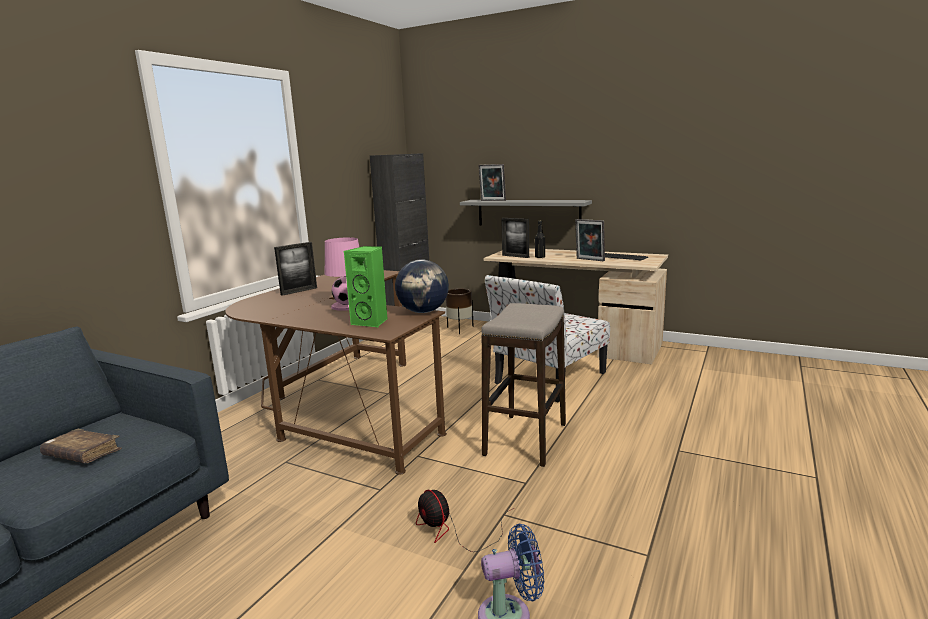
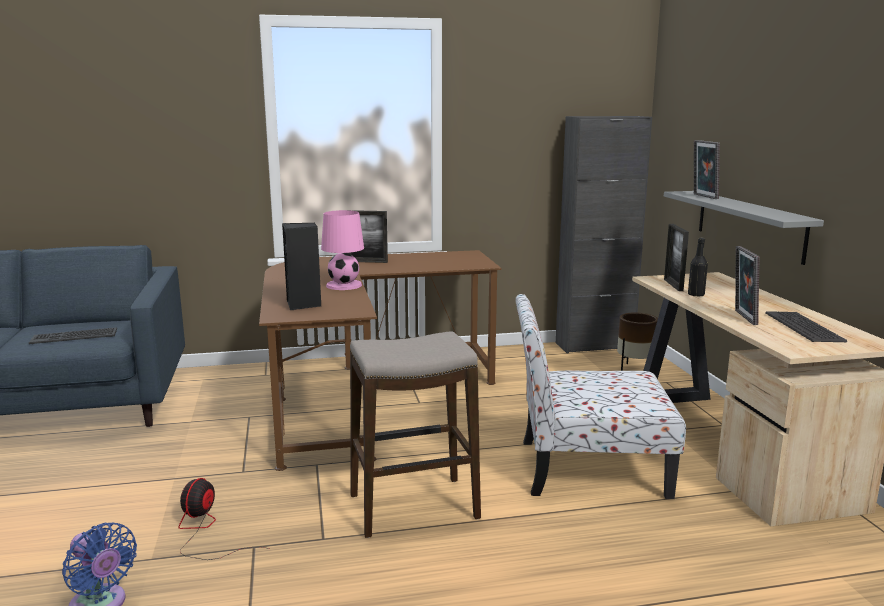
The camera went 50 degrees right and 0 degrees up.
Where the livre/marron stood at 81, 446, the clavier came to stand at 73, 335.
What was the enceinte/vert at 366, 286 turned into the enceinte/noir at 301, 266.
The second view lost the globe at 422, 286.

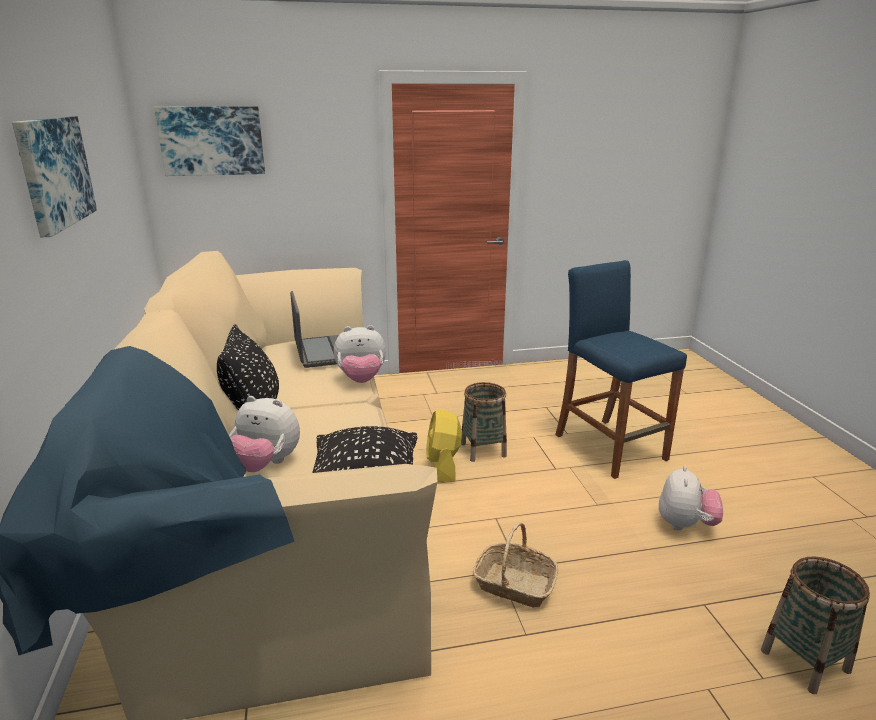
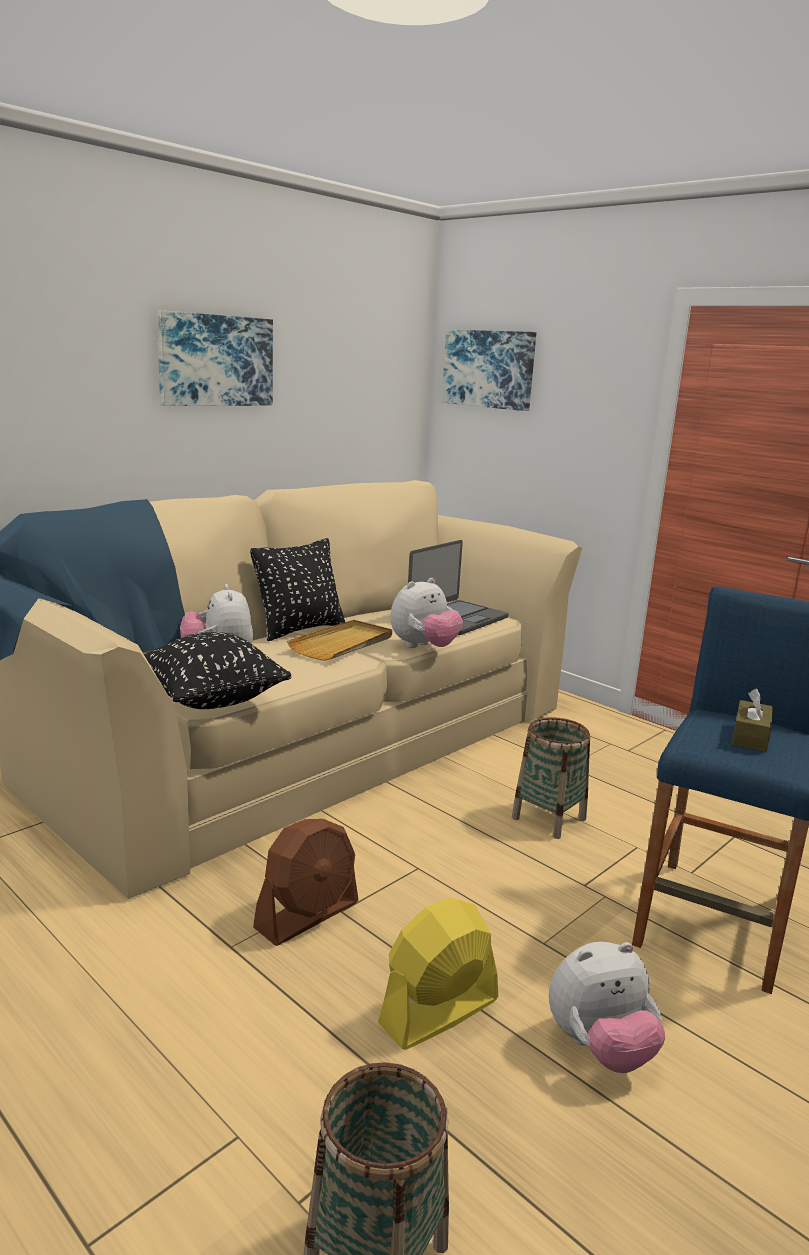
The camera went 55 degrees right and 5 degrees down.
Where the panier stood at 515, 564, the ventilateur/marron came to stand at 305, 882.
The second view gained the plateau/beige at 339, 640.
The ventilateur/jaune ended up elsewhere, having gone from 444, 445 to 438, 974.
The peluche at 360, 354 ended up facing another way, 90 degrees counterclockwise from before.
The second view gained the boîte à mouchoirs/marron at 752, 720.

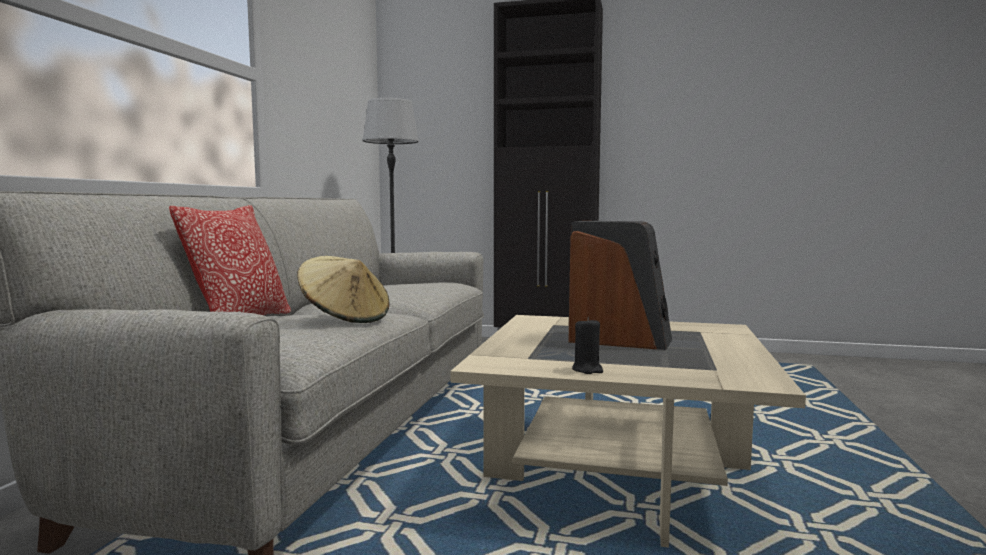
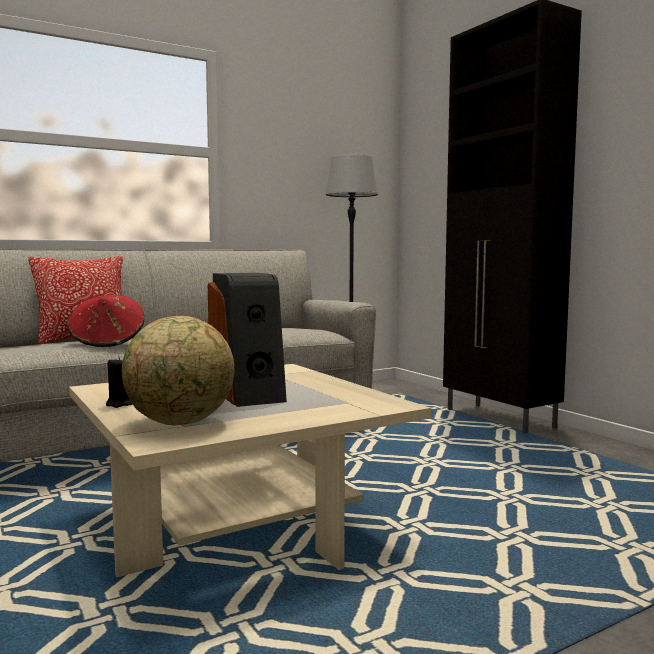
The camera went 45 degrees right and 0 degrees up.
What was the chapeau/beige at 343, 289 turned into the chapeau/rouge at 105, 321.
The second view gained the globe at 178, 370.

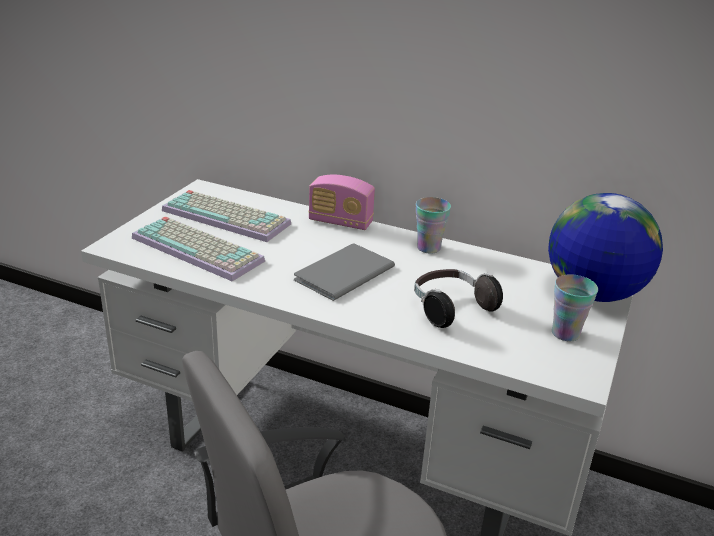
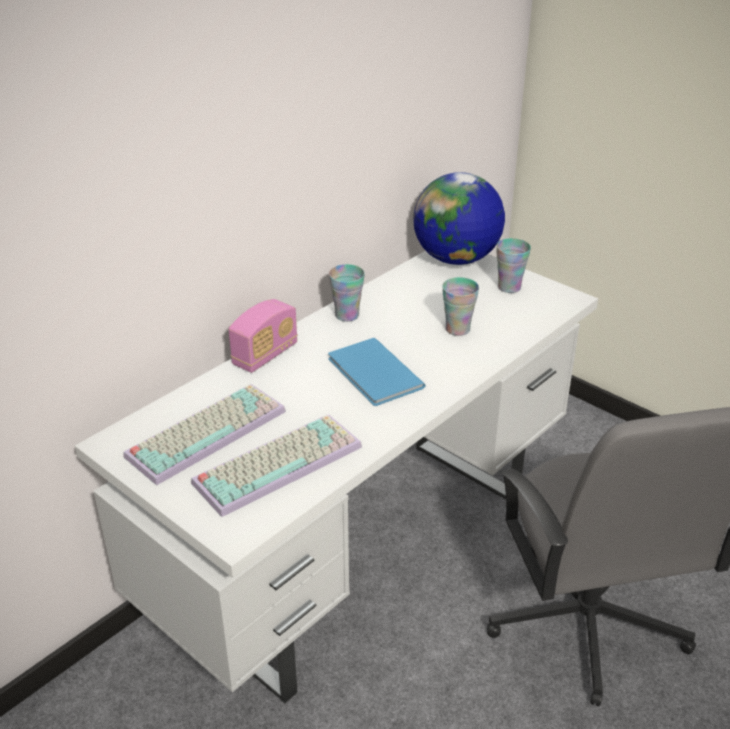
The camera went 70 degrees left and 5 degrees up.
What was the livre/gris at 344, 272 turned into the livre/bleu at 376, 372.
Where the casque audio stood at 458, 298, the tasse came to stand at 460, 306.

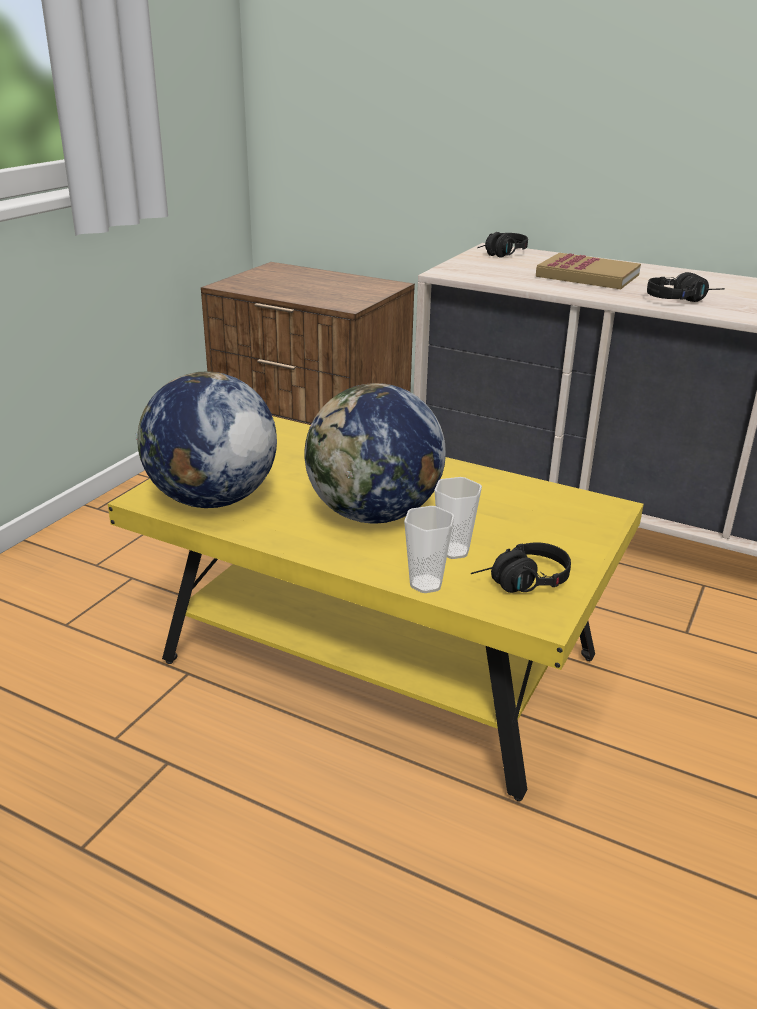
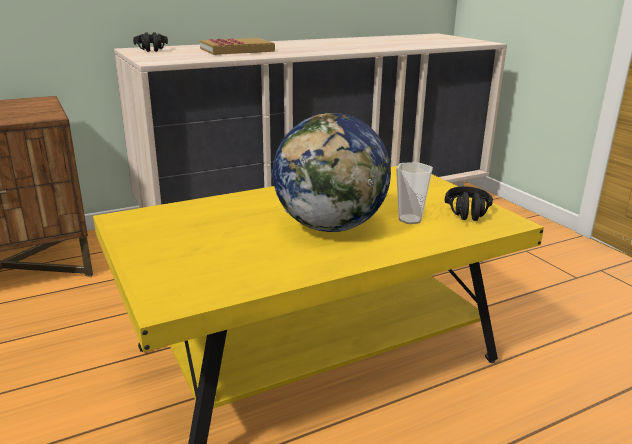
The camera went 55 degrees left and 5 degrees down.
The second view lost the globe at 206, 439.
The second view lost the tasse at 429, 549.
The second view lost the casque audio/noir at 686, 287.

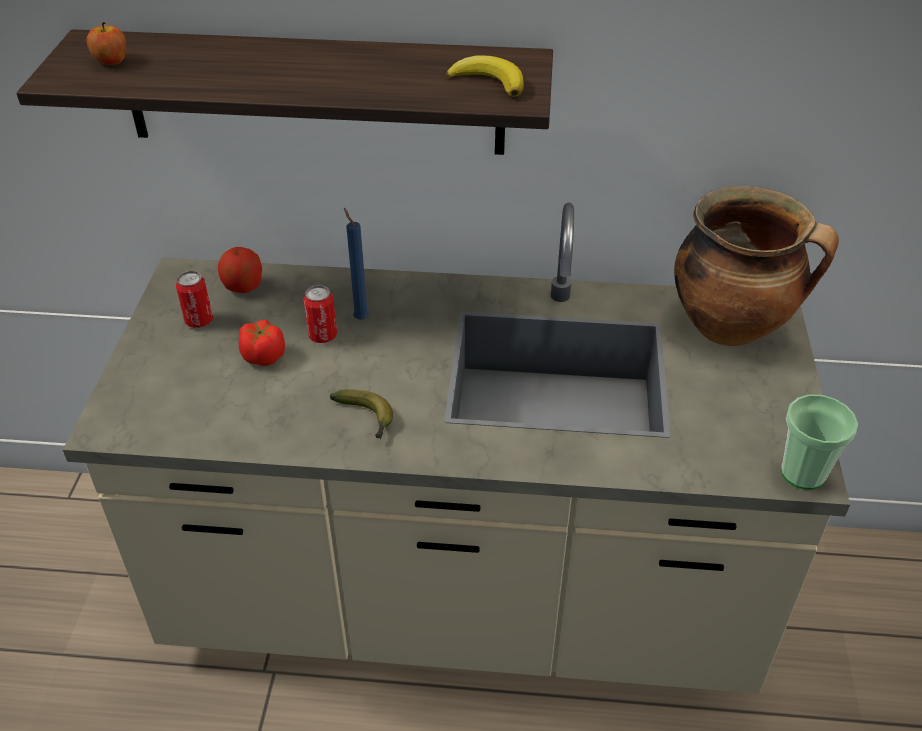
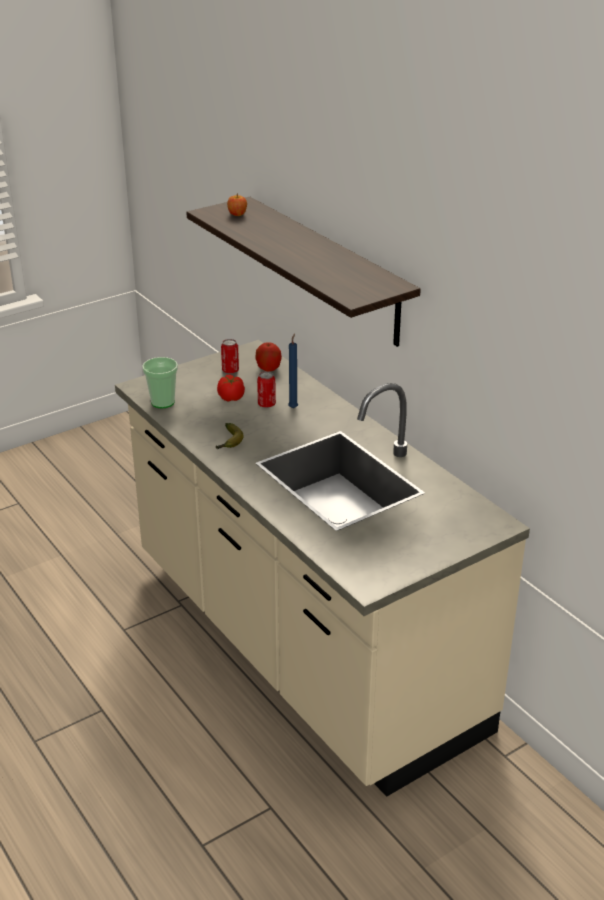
The camera went 50 degrees right and 10 degrees down.
The tasse ended up elsewhere, having gone from 819, 442 to 160, 383.
The second view lost the banane at 485, 76.
The second view lost the marmite at 756, 266.

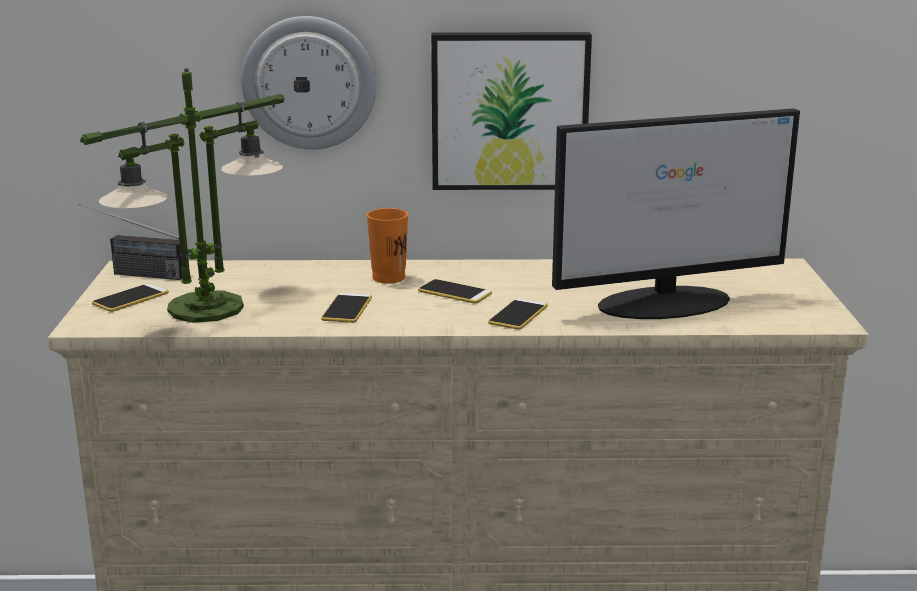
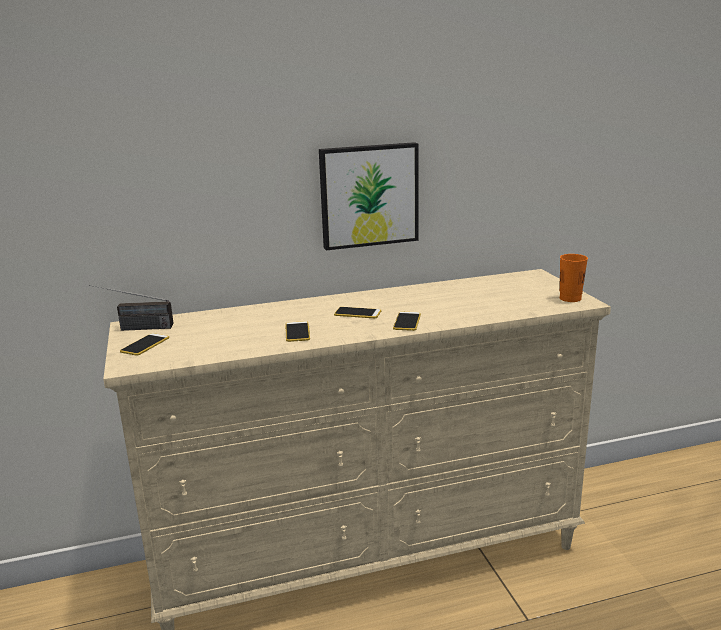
The camera went 15 degrees left and 0 degrees up.
The tasse/orange ended up elsewhere, having gone from 387, 246 to 574, 278.
The second view lost the lampe de table at 182, 195.
The second view lost the horloge murale at 308, 83.
The second view lost the écran d'ordinateur at 676, 214.

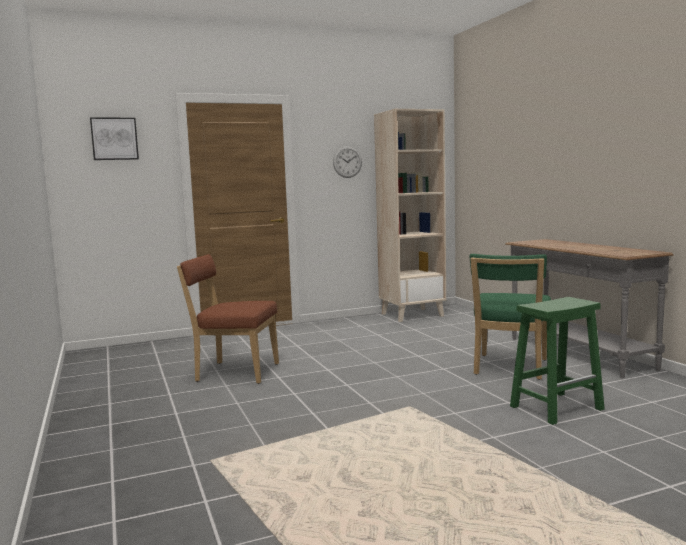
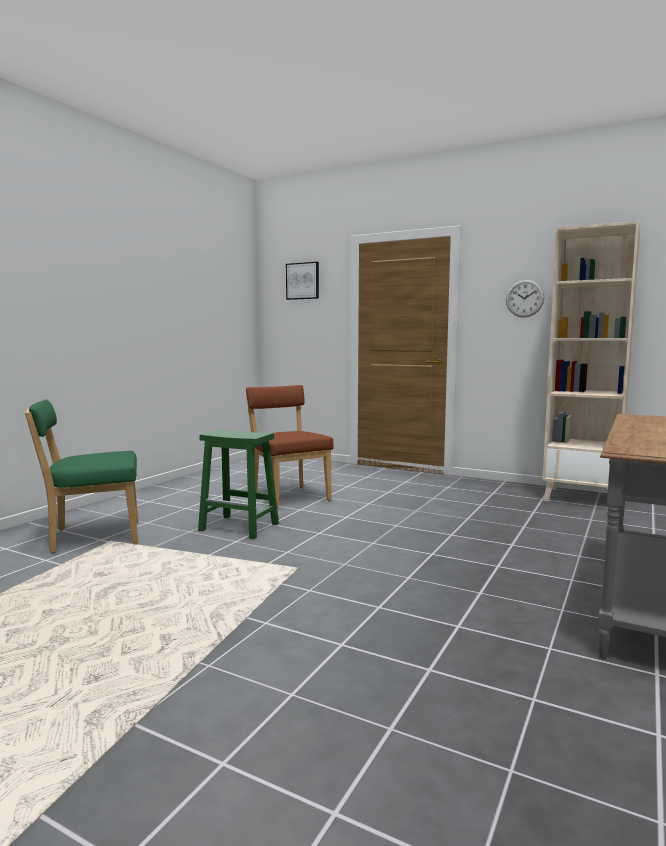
The camera went 50 degrees right and 0 degrees up.
The chaise/vert ended up elsewhere, having gone from 510, 317 to 81, 476.
The tabouret/vert ended up elsewhere, having gone from 557, 361 to 238, 484.

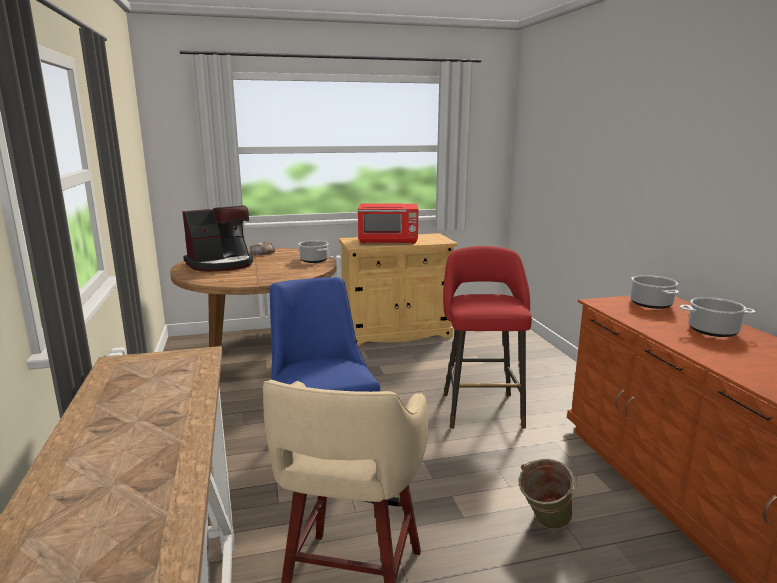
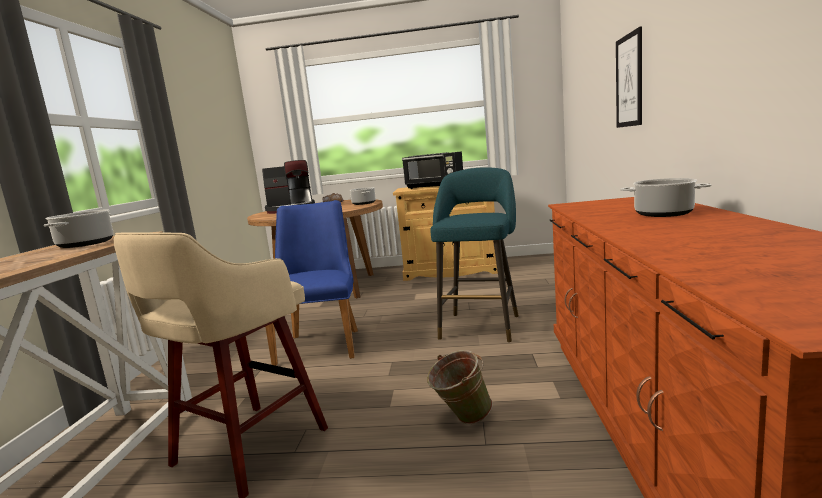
The camera went 20 degrees right and 5 degrees down.
The marmite ended up elsewhere, having gone from 655, 292 to 79, 228.
What was the micro-ondes/rouge at 388, 223 turned into the micro-ondes/noir at 432, 170.
What was the tabouret/rouge at 487, 337 turned into the tabouret/turquoise at 474, 254.
The second view gained the tableau at 629, 77.

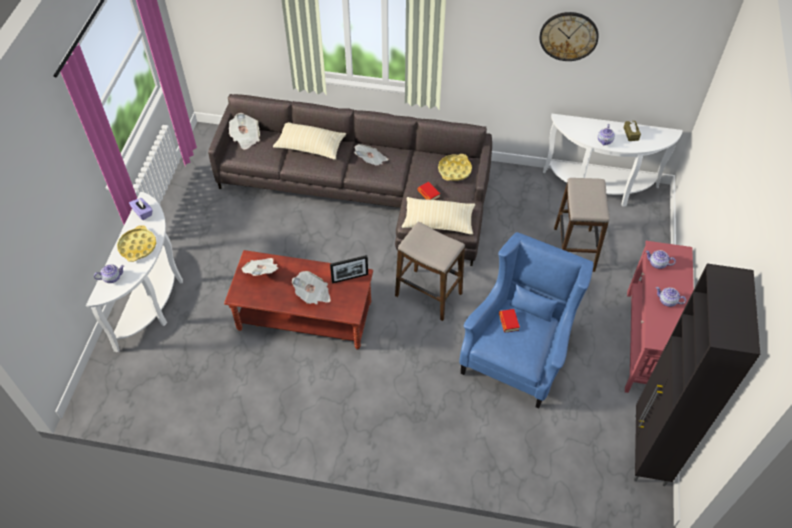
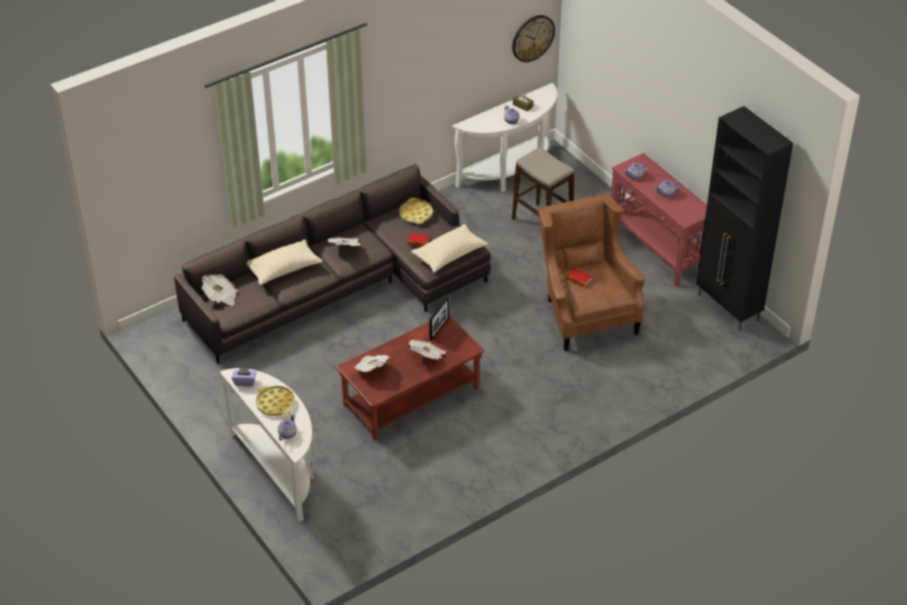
The camera went 45 degrees left and 10 degrees down.
The horloge murale ended up elsewhere, having gone from 569, 36 to 533, 38.
What was the fauteuil/bleu at 526, 320 turned into the fauteuil/marron at 591, 272.
The second view lost the tabouret at 430, 271.

